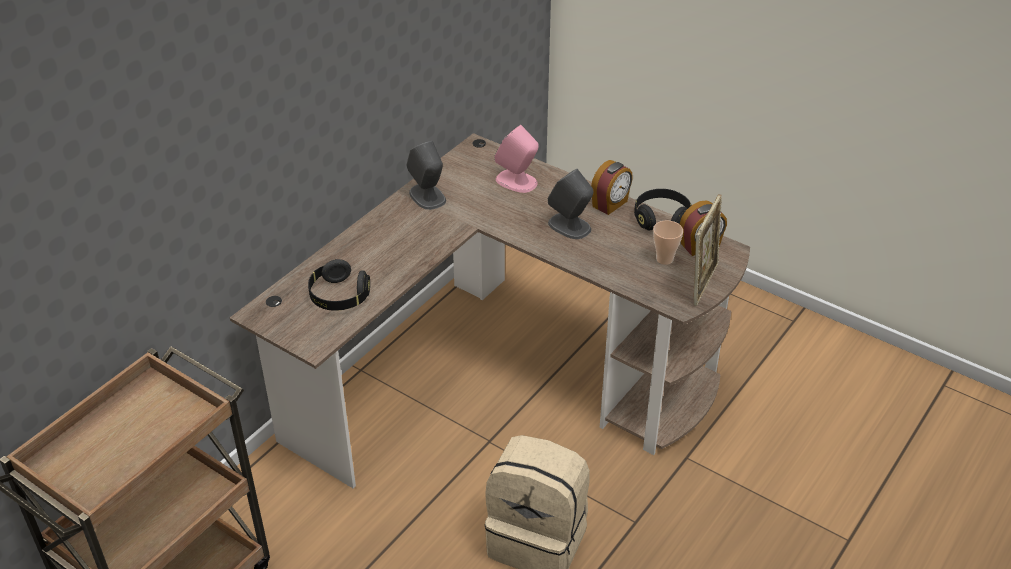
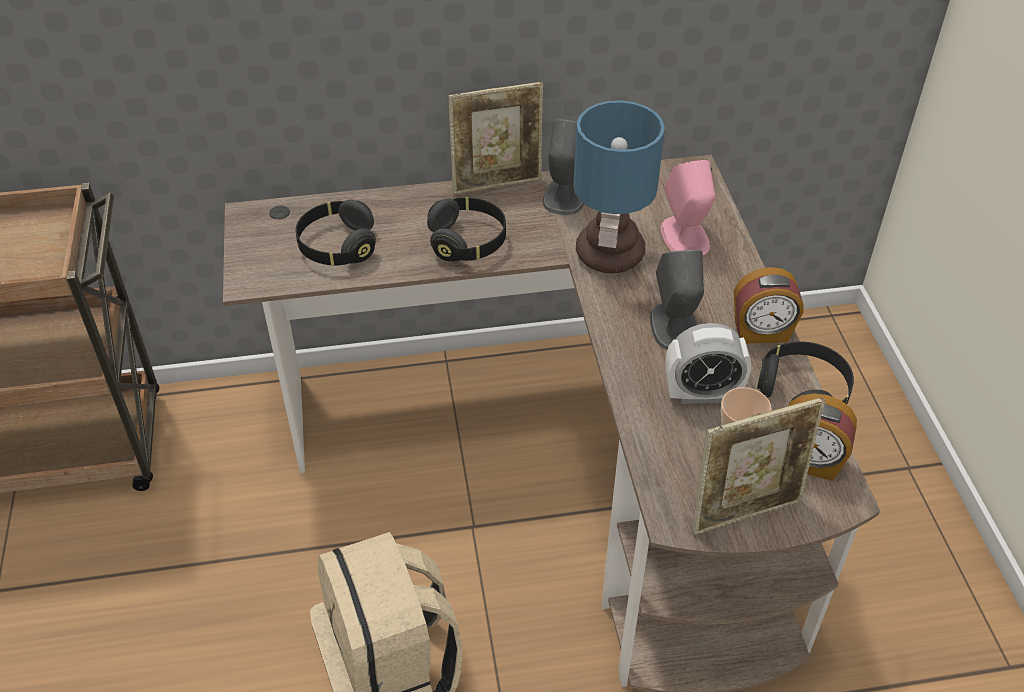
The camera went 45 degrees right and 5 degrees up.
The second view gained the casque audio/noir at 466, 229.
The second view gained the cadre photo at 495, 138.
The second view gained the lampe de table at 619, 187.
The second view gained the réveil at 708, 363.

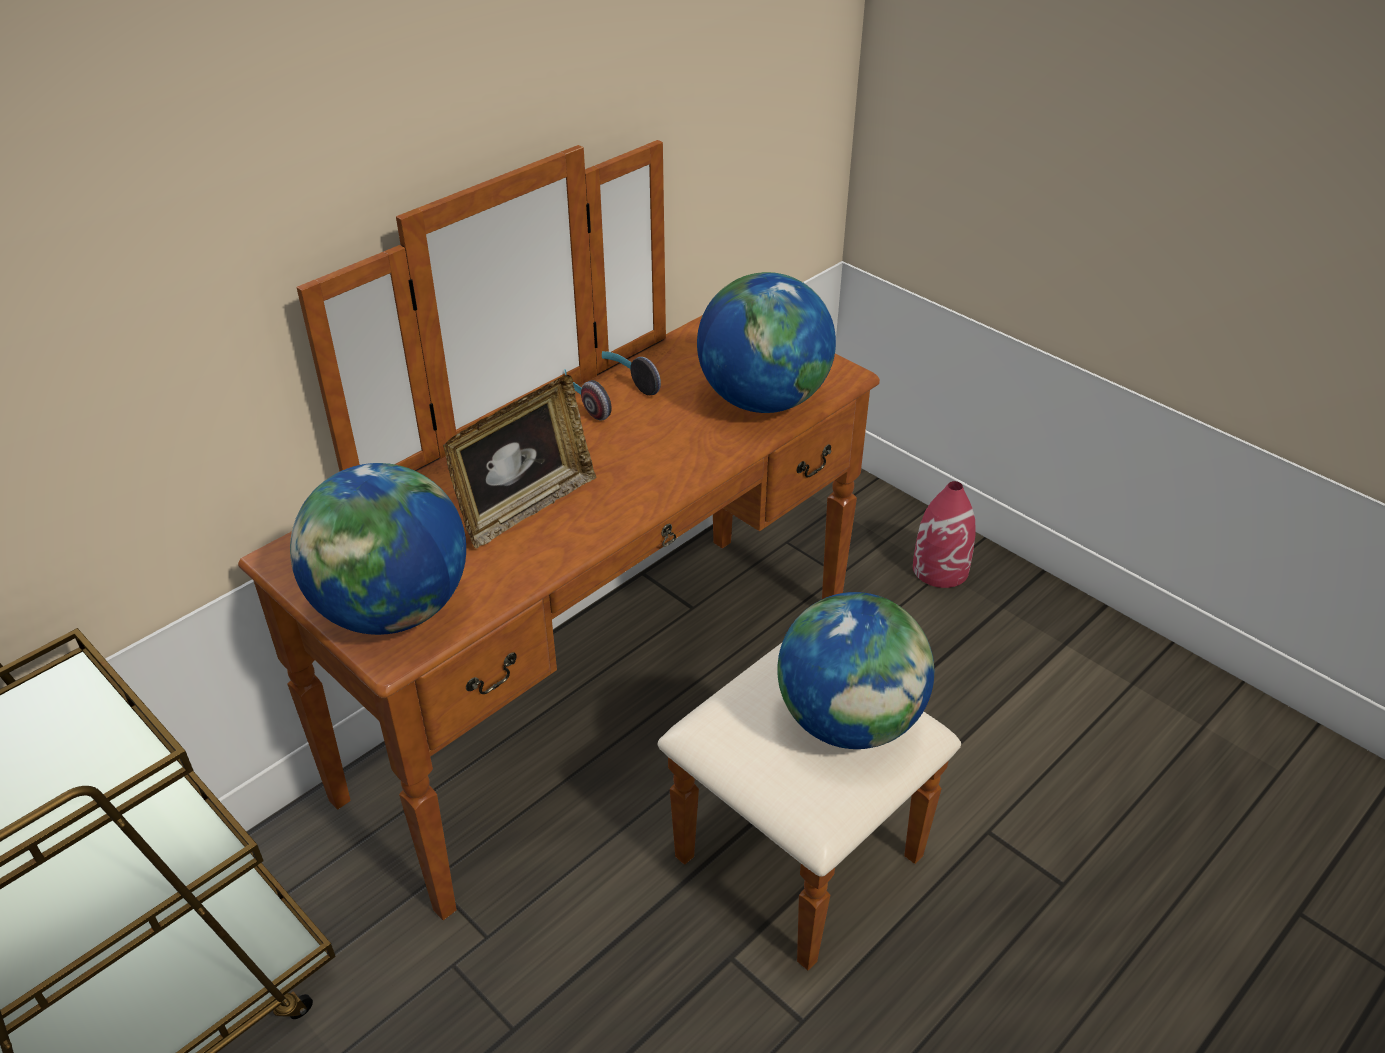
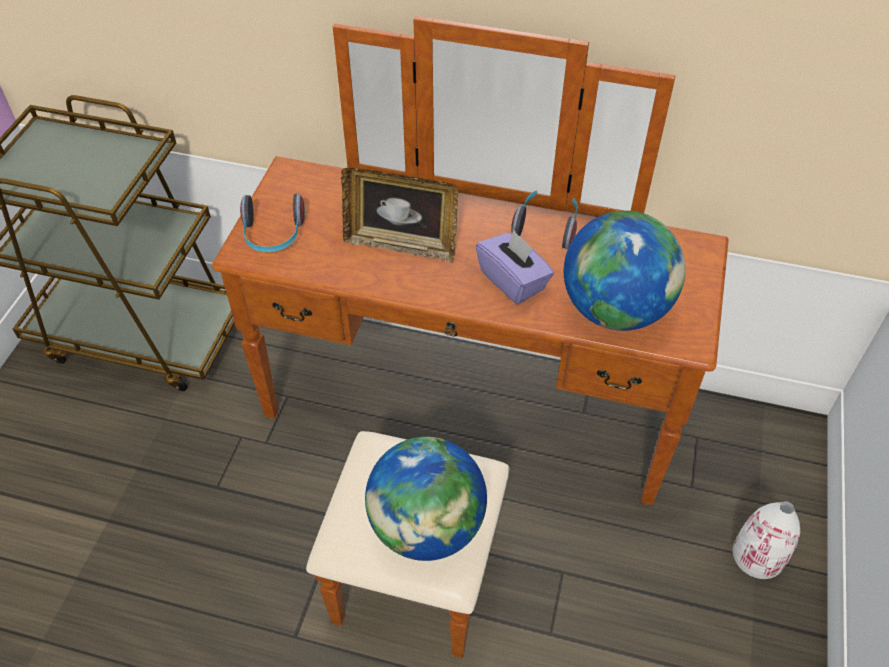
The camera went 60 degrees right and 10 degrees up.
Where the globe stood at 378, 549, the casque audio came to stand at 272, 223.
The second view gained the boîte à mouchoirs/violet at 515, 267.
What was the vase/rouge at 944, 534 turned into the vase/blanc at 766, 540.

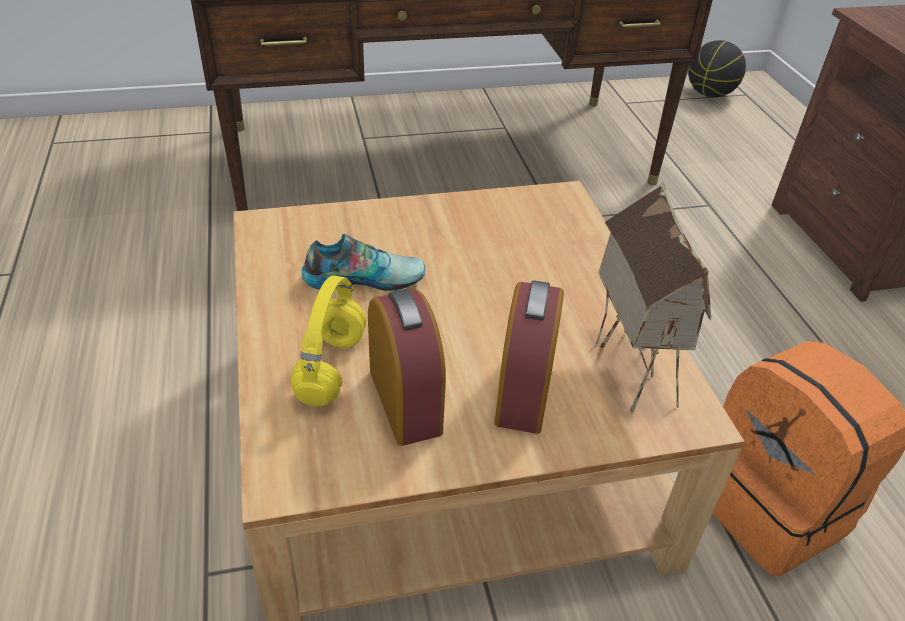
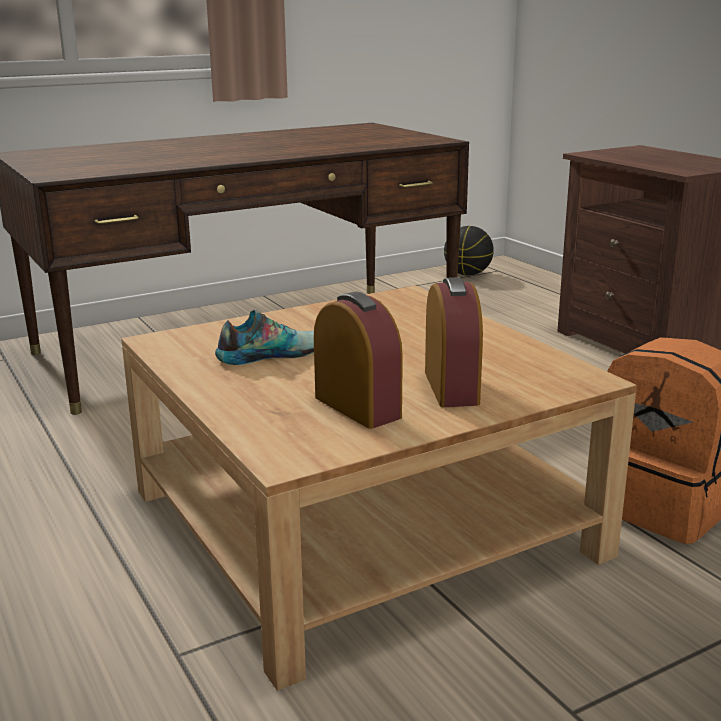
The camera went 15 degrees left and 20 degrees down.
The second view lost the casque audio/jaune at 328, 341.
The second view lost the maison miniature at 653, 297.

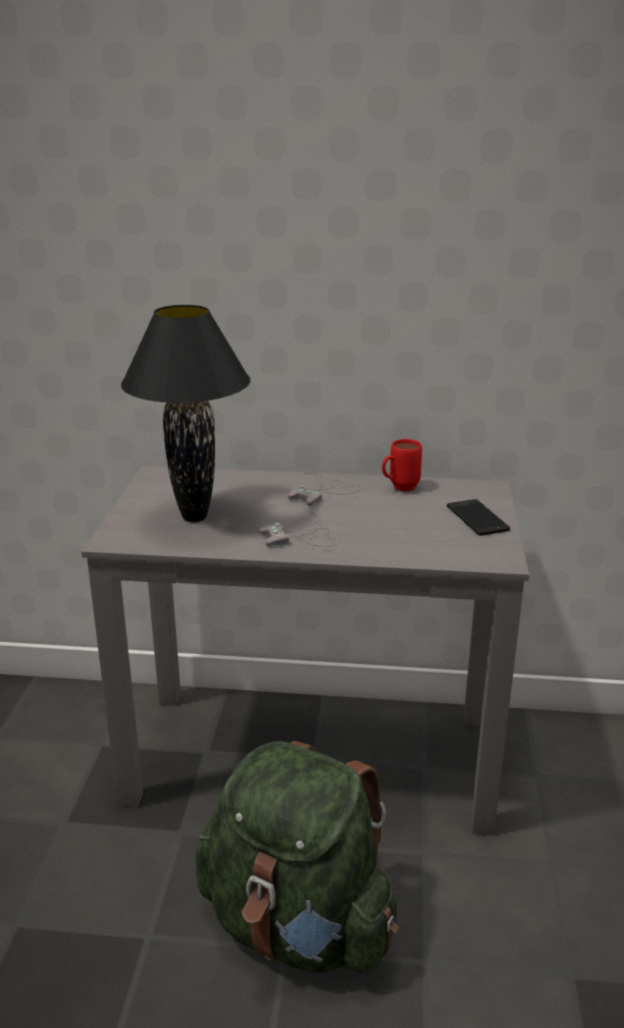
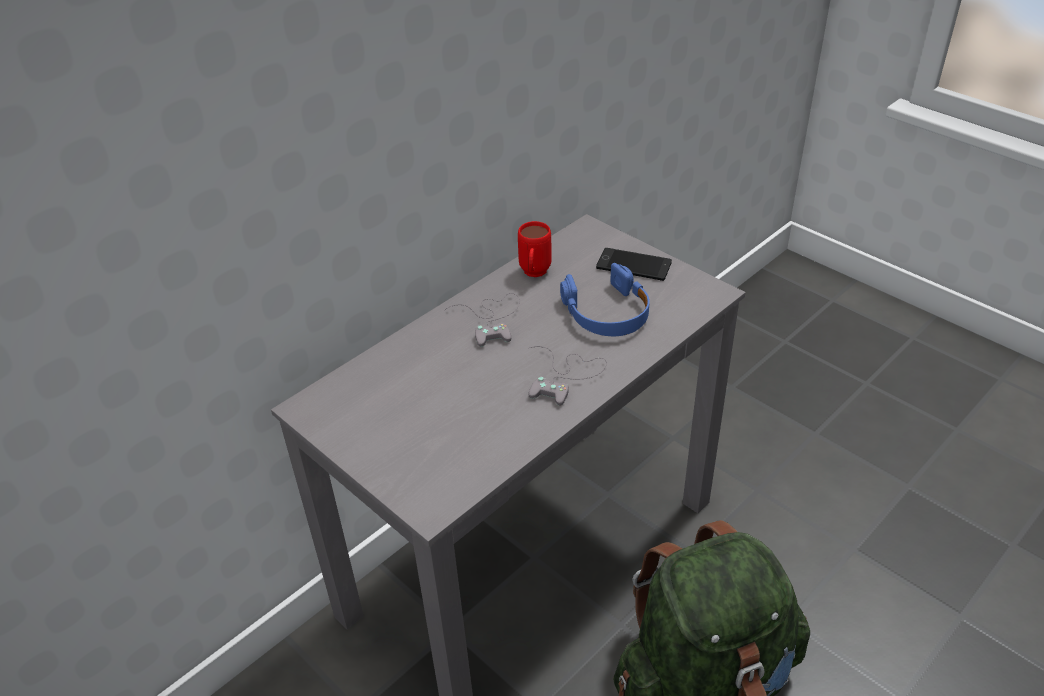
The camera went 50 degrees left and 15 degrees up.
The second view gained the casque audio/bleu at 605, 299.
The second view lost the lampe de table/noir at 185, 413.

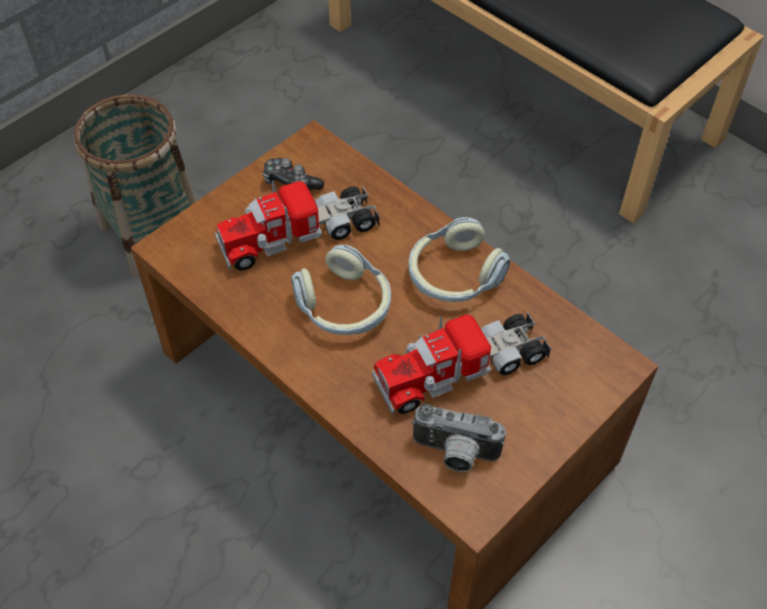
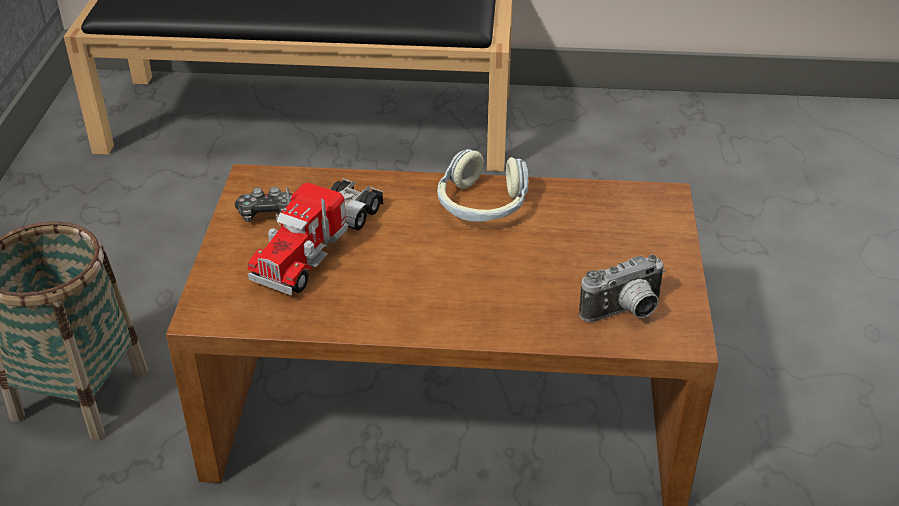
The camera went 40 degrees left and 15 degrees down.
The second view lost the casque audio at 341, 290.
The second view lost the camion jouet at 461, 363.

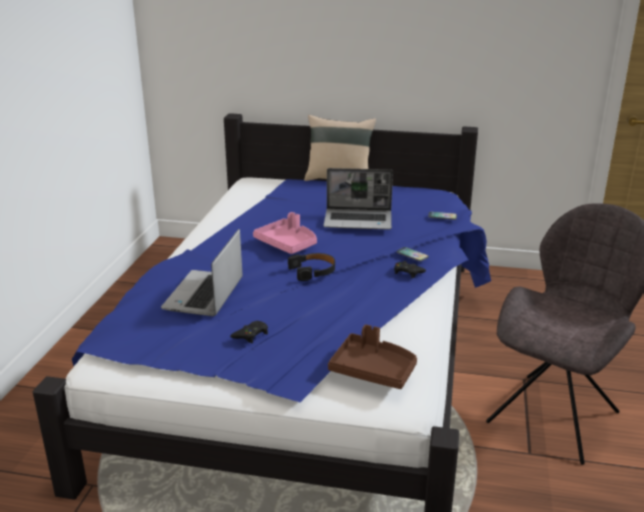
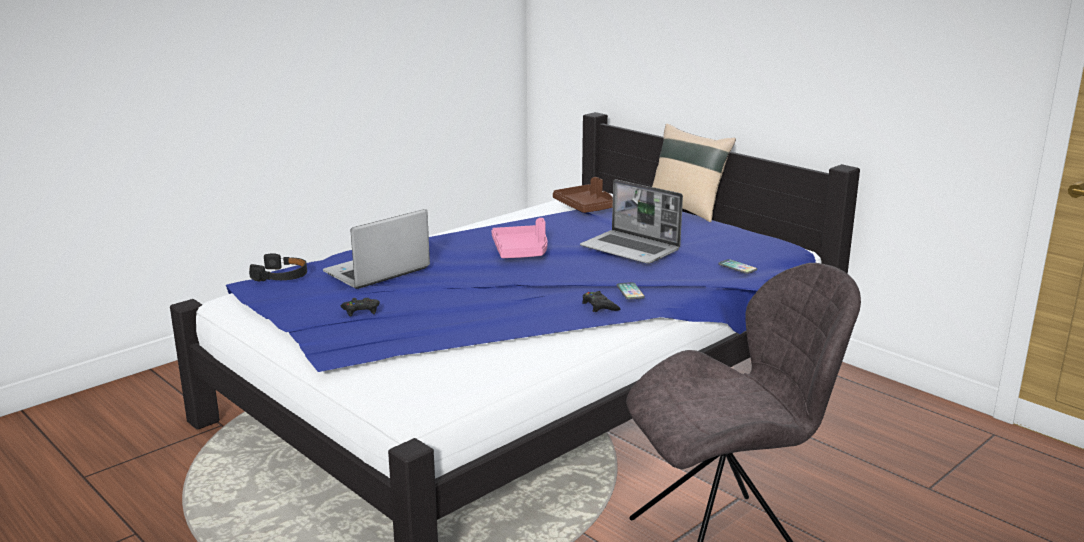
The camera went 35 degrees right and 5 degrees down.
The casque audio/noir ended up elsewhere, having gone from 311, 267 to 278, 267.
The plateau/marron ended up elsewhere, having gone from 372, 357 to 583, 195.

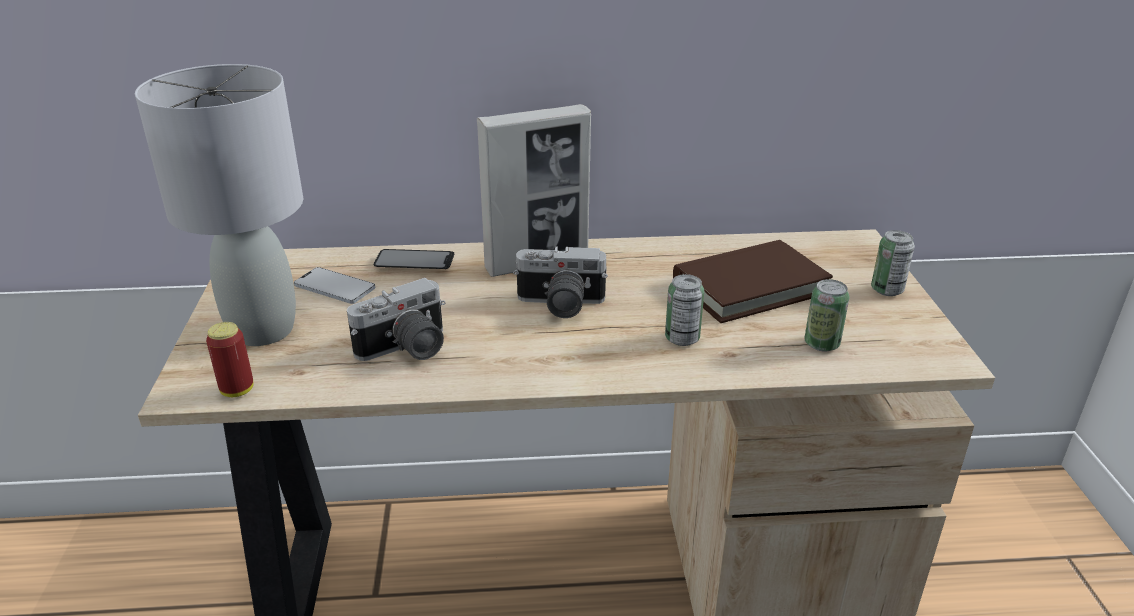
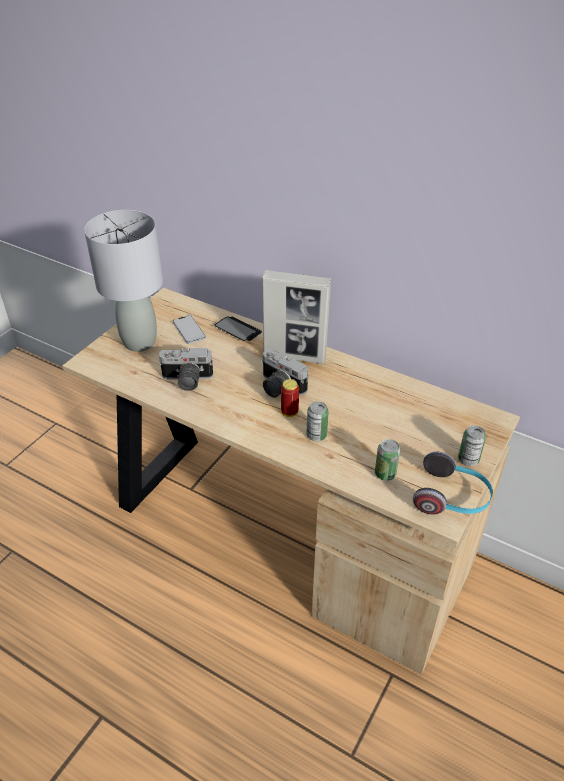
The camera went 35 degrees right and 10 degrees up.
The boîte métallique ended up elsewhere, having gone from 230, 359 to 290, 398.
The second view gained the casque audio at 453, 483.
The second view lost the livre/marron at 753, 281.

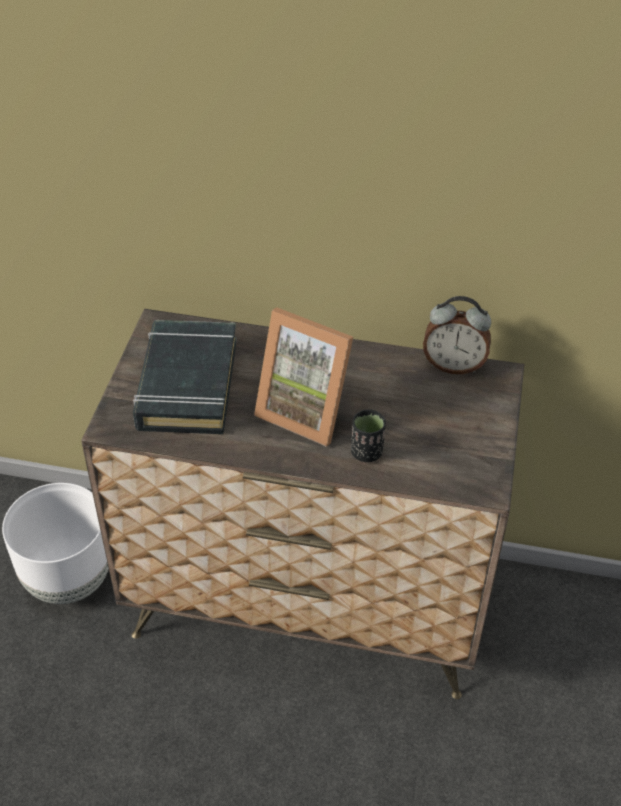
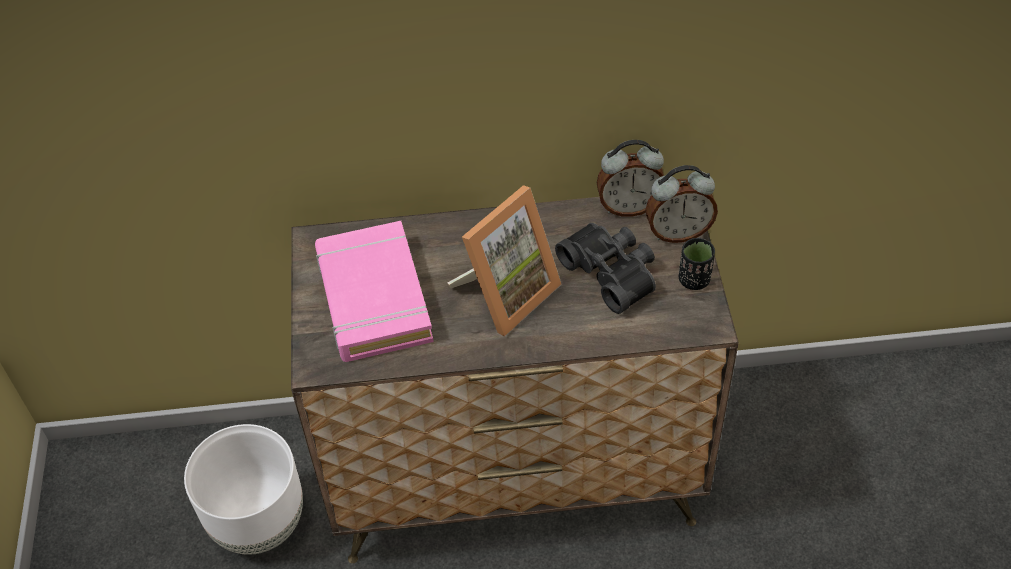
The camera went 15 degrees left and 5 degrees up.
What was the livre/noir at 185, 377 turned into the livre/rose at 374, 291.
The cadre photo at 303, 377 ended up facing another way, 60 degrees counterclockwise from before.
The second view gained the jumelles/noir at 605, 268.
The second view gained the réveil at 681, 204.
The tasse/noir ended up elsewhere, having gone from 368, 435 to 697, 264.

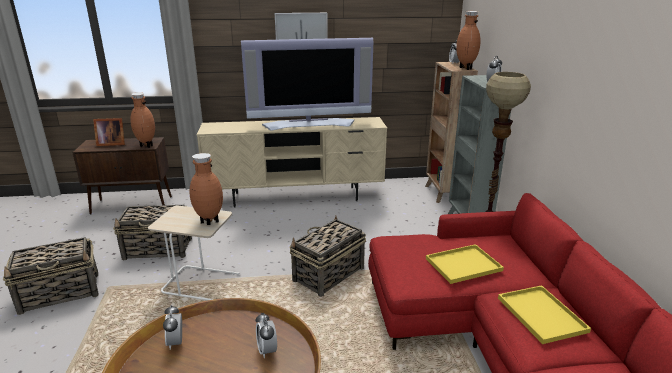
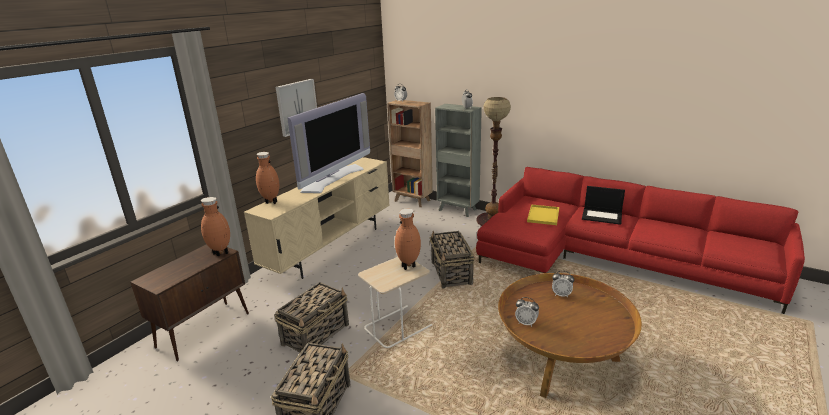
The camera went 50 degrees left and 0 degrees up.
The vase/marron ended up elsewhere, having gone from 468, 40 to 267, 178.
Where the plateau/jaune stood at 544, 314, the ordinateur portable came to stand at 603, 205.
The second view lost the cadre photo at 109, 132.

